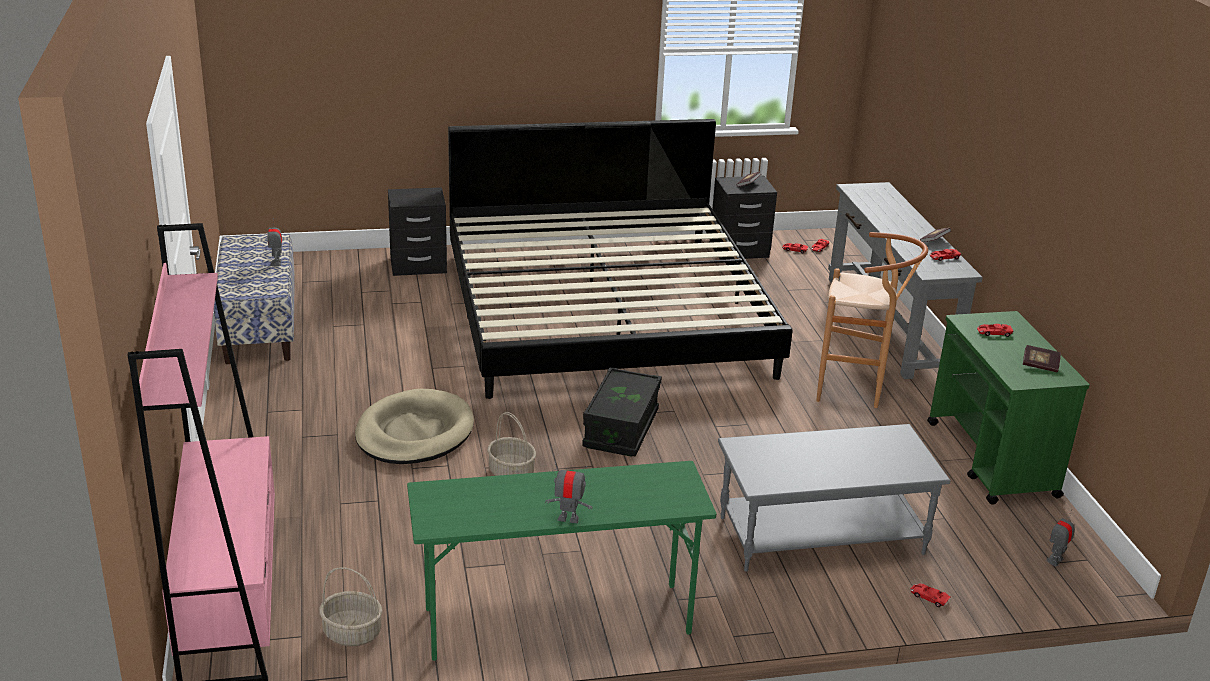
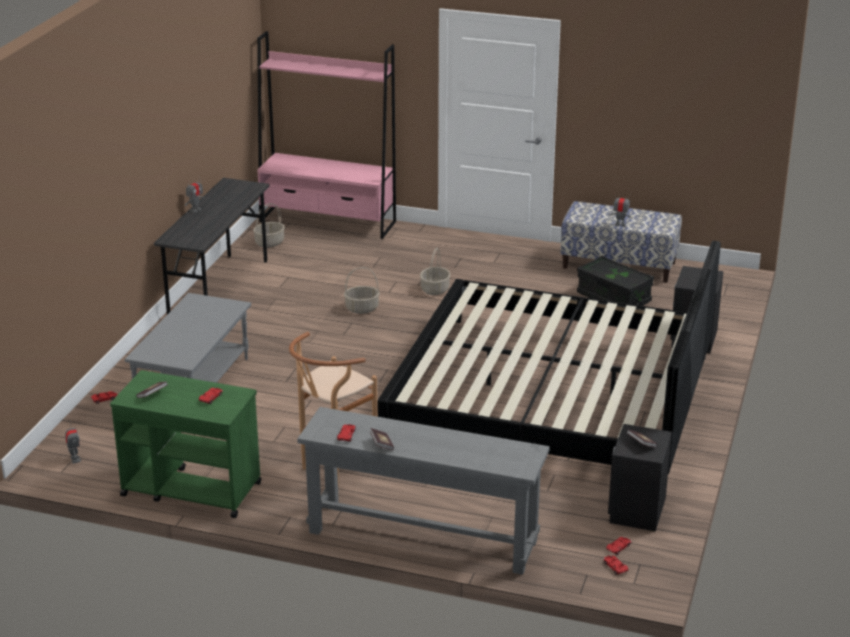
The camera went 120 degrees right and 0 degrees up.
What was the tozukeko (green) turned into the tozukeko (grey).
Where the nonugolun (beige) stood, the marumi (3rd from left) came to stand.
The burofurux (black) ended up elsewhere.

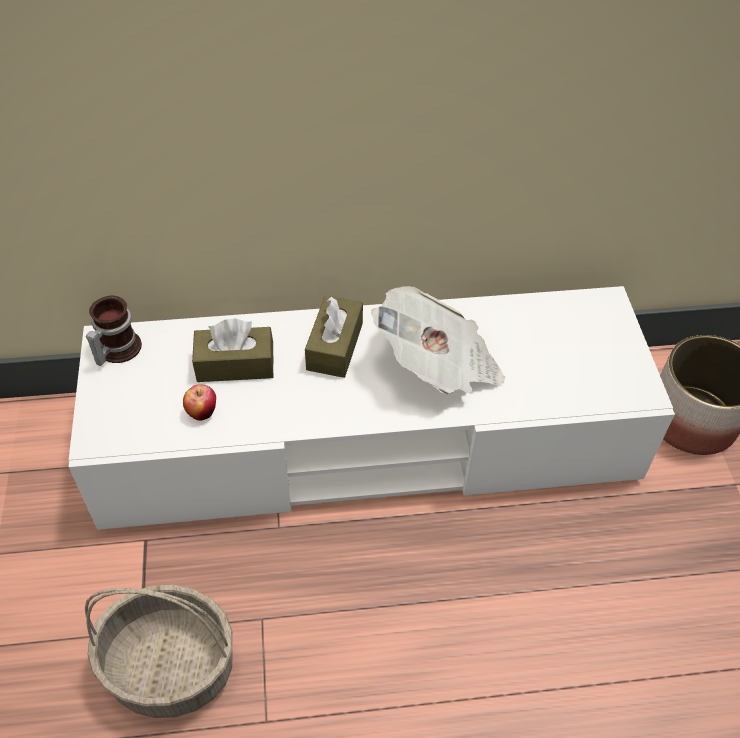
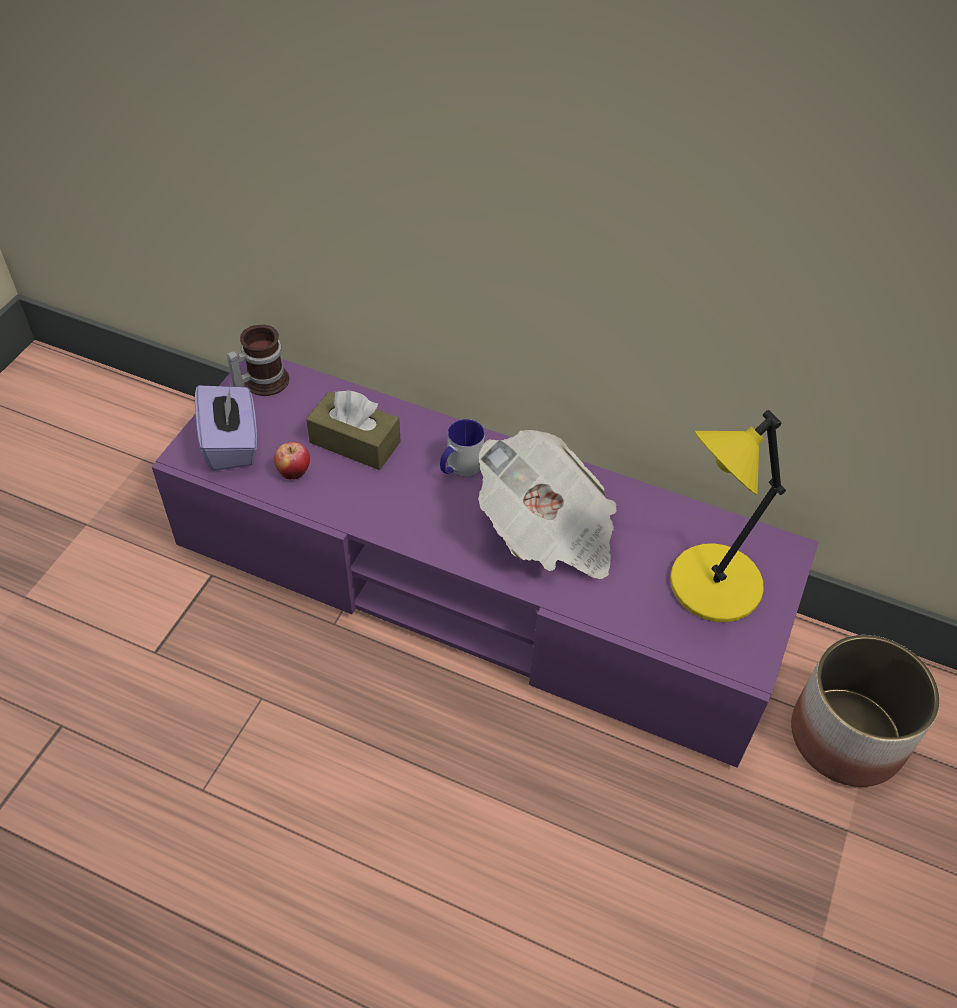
The camera went 30 degrees right and 0 degrees up.
What was the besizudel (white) turned into the besizudel (purple).
The second view gained the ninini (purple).
Where the ninini (brown) (2nd from left) stood, the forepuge (2nd from left) came to stand.
The second view gained the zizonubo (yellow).
The second view lost the marumi.

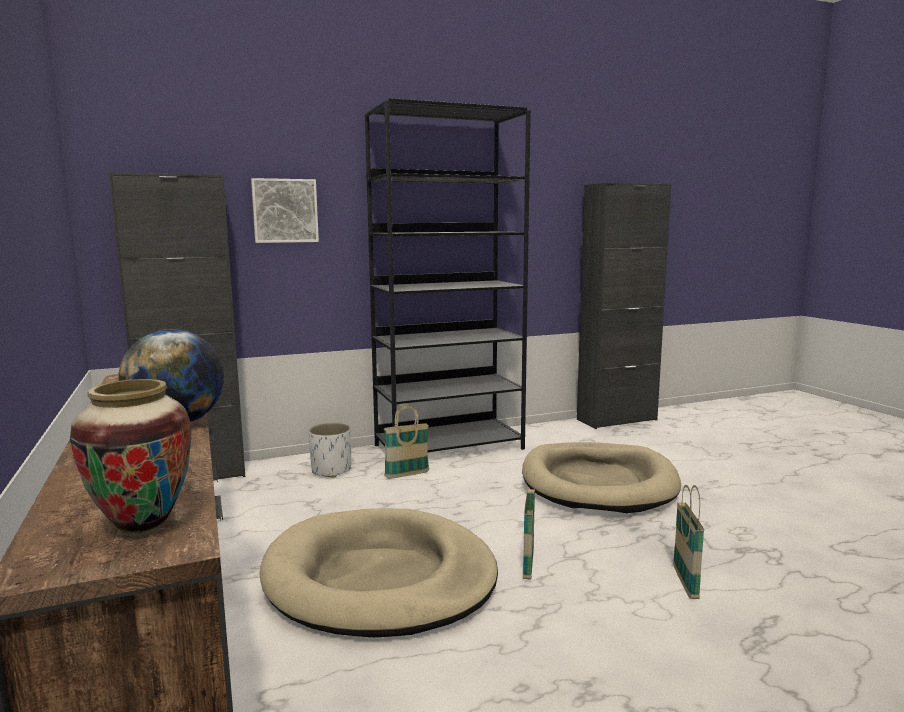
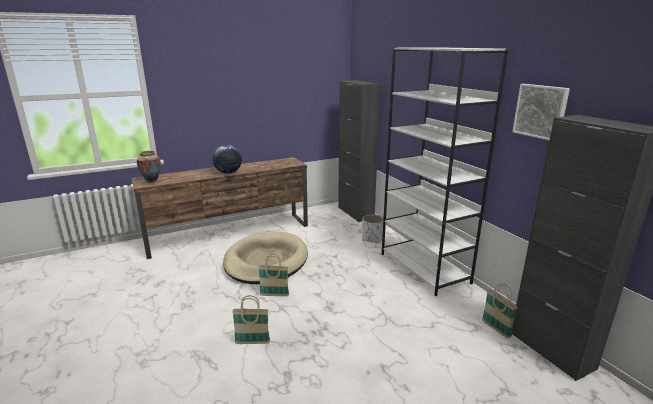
The camera went 85 degrees right and 10 degrees up.
What was the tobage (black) turned into the tobage (white).
The marumi (1st from left in the first image) ended up elsewhere.
The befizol ended up elsewhere.
The second view lost the nonugolun (beige) (2nd from left).

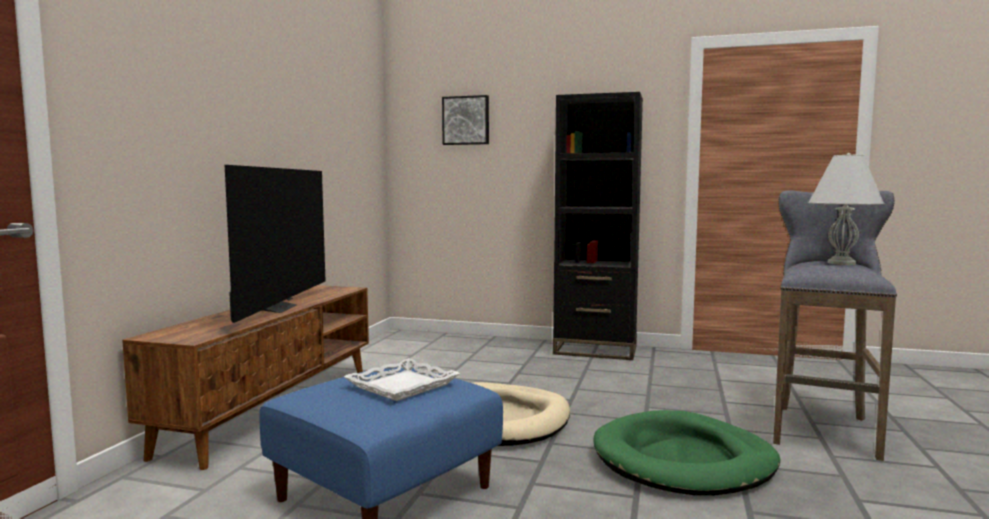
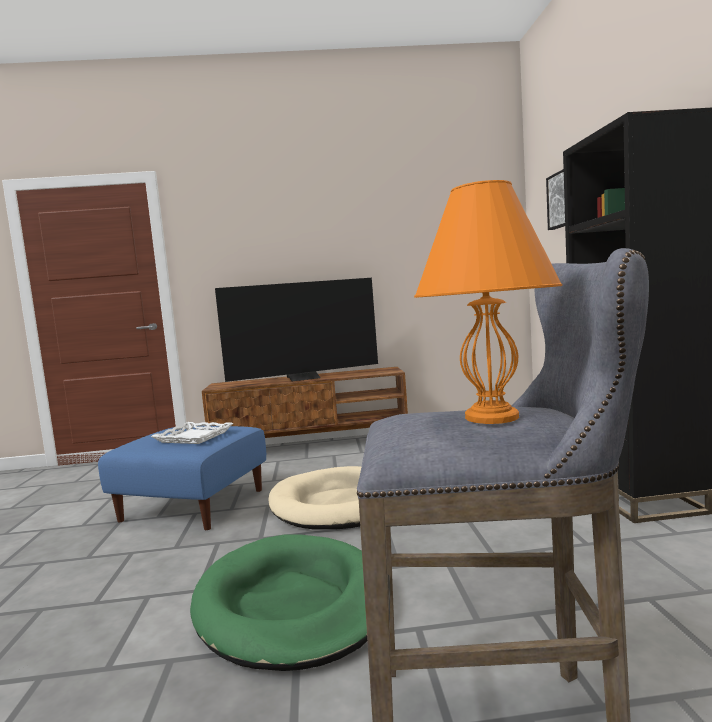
The camera went 70 degrees right and 0 degrees up.
What was the zizonubo (white) turned into the zizonubo (orange).

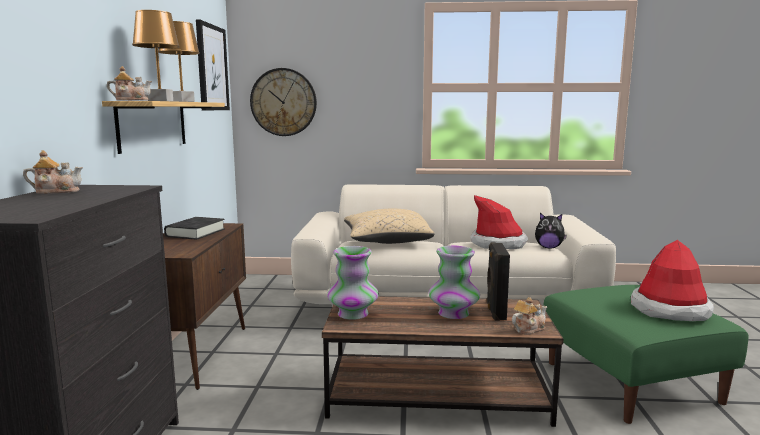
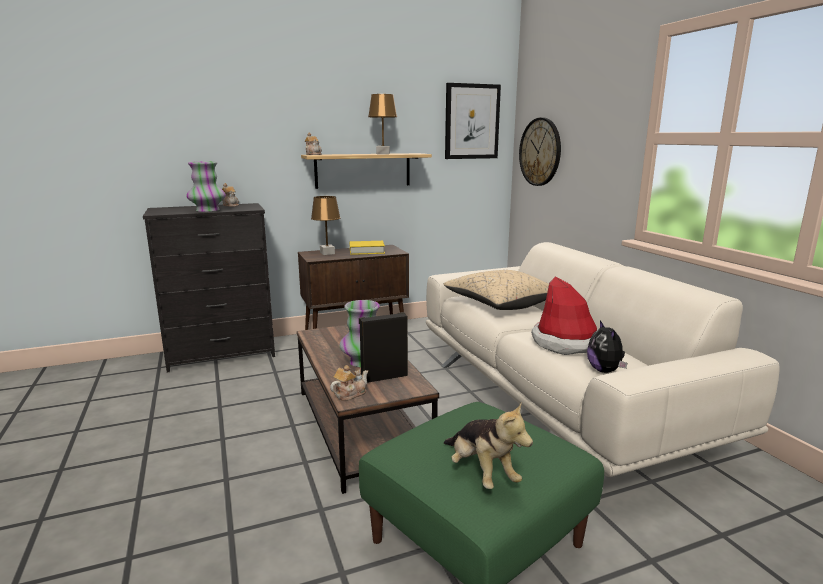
The camera went 65 degrees right and 5 degrees up.
The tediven (1st from left) ended up elsewhere.
The zizonubo (brown) (1st from left) ended up elsewhere.
The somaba (3rd from left) ended up facing another way, 75 degrees counterclockwise from before.
What was the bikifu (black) turned into the bikifu (yellow).
Where the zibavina (2nd from left) stood, the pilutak (1st from left) came to stand.

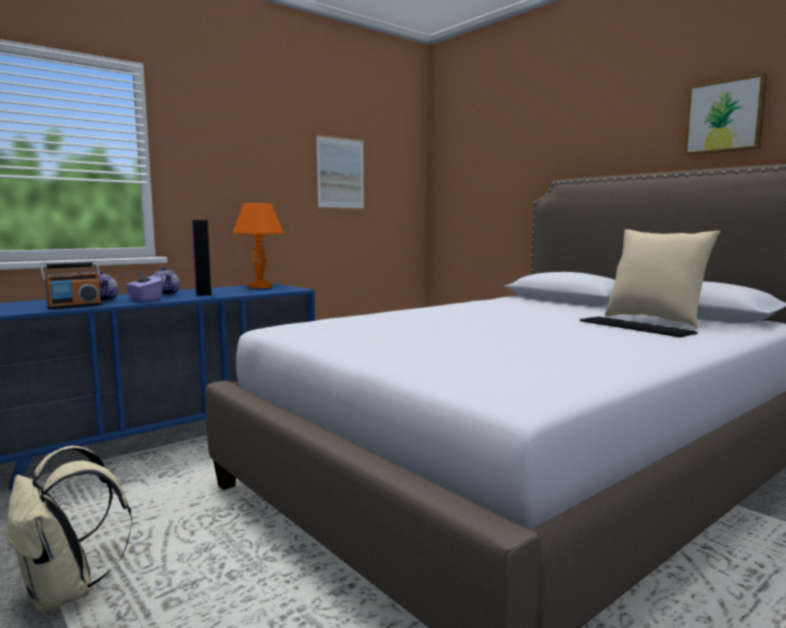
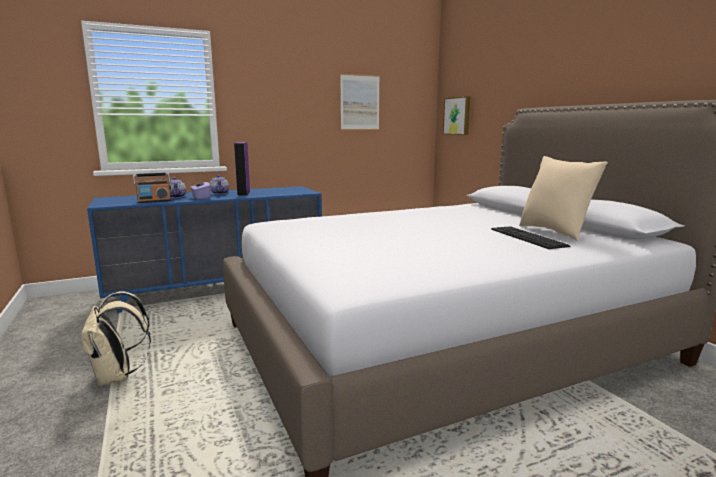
The camera went 15 degrees right and 5 degrees up.
The befizol (2nd from left) ended up elsewhere.
The second view lost the zizonubo (orange).

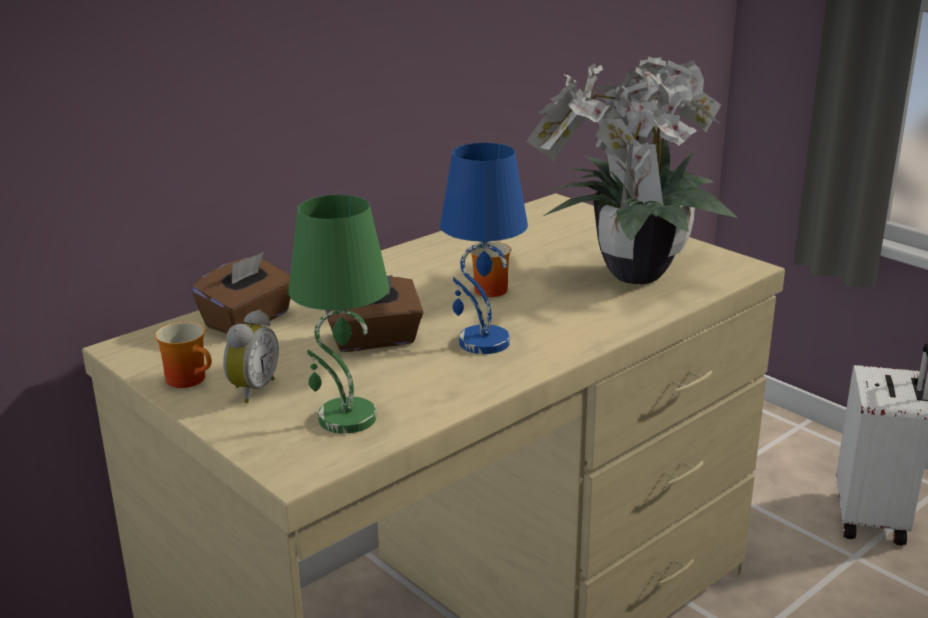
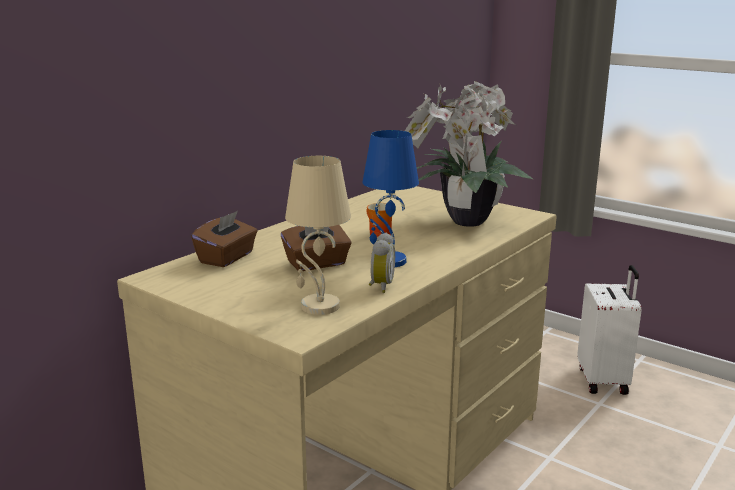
The camera went 10 degrees left and 5 degrees down.
What was the zizonubo (green) turned into the zizonubo (beige).
The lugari ended up elsewhere.
The second view lost the forepuge (1st from left).

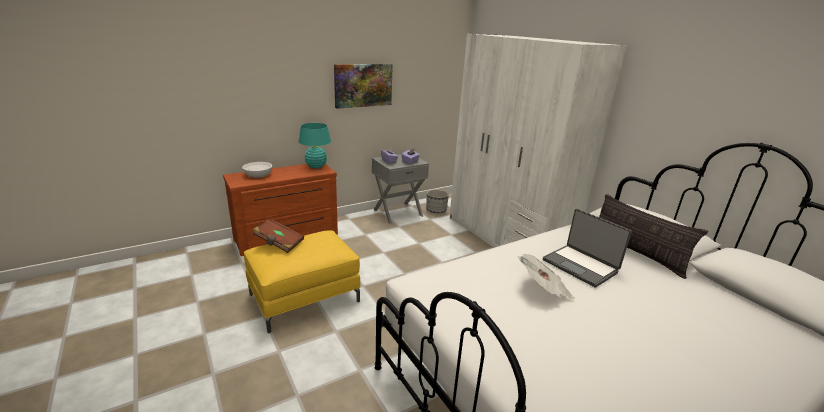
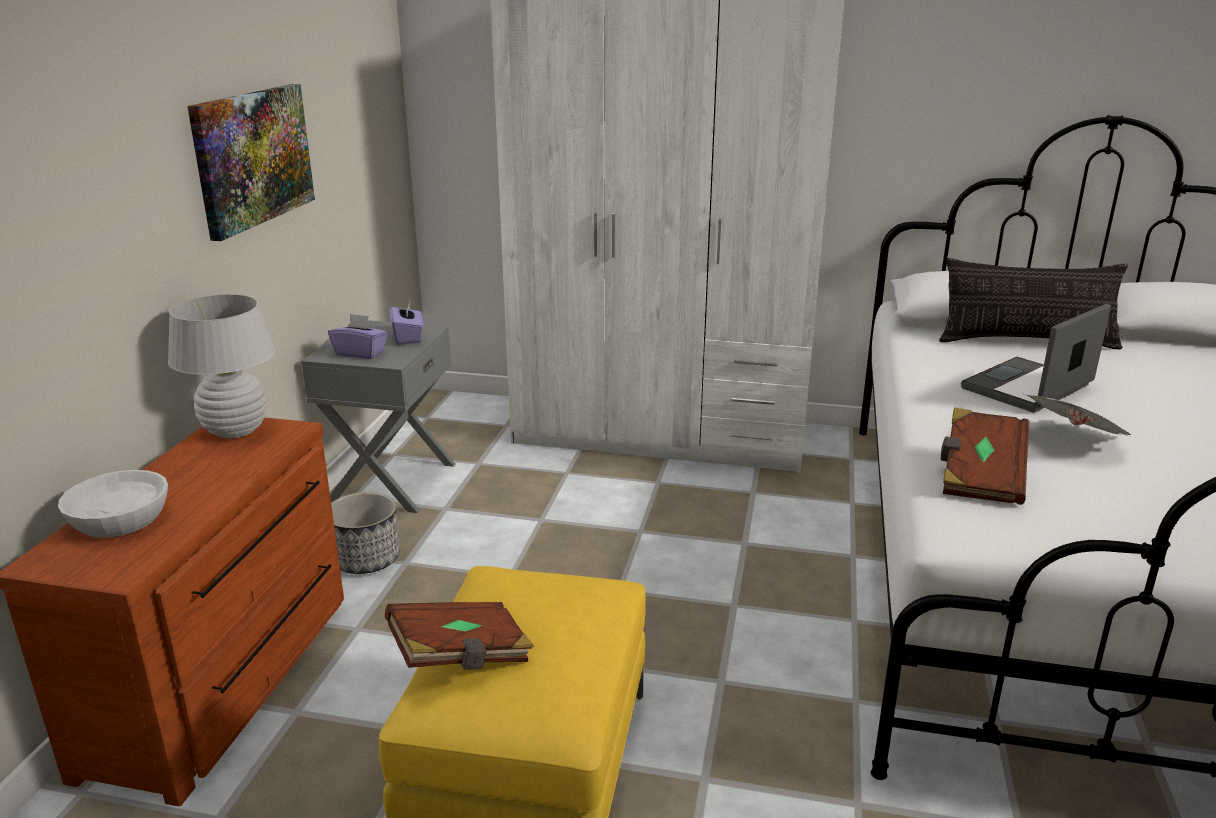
The camera went 45 degrees left and 0 degrees up.
What was the zizonubo (turquoise) turned into the zizonubo (white).
The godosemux ended up elsewhere.
The second view gained the bikifu (brown) (2nd from left).
The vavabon ended up facing another way, 135 degrees clockwise from before.

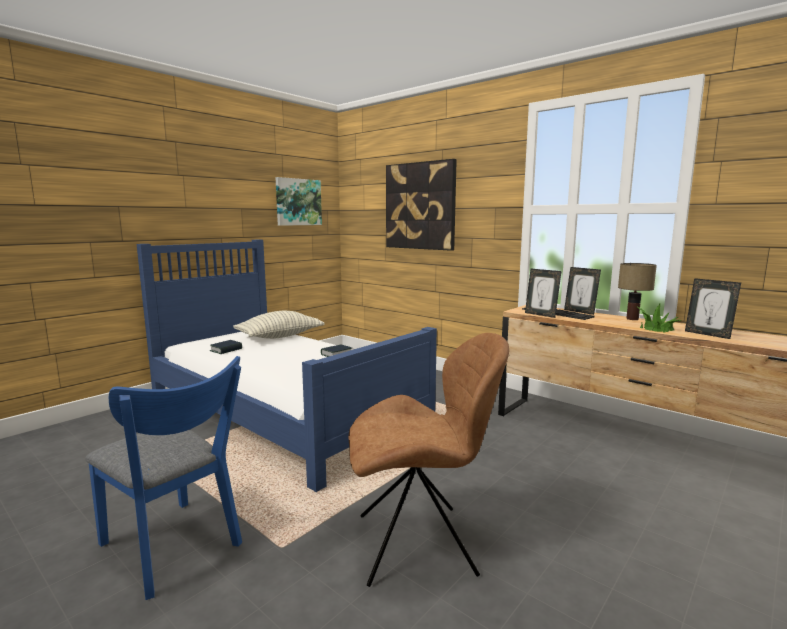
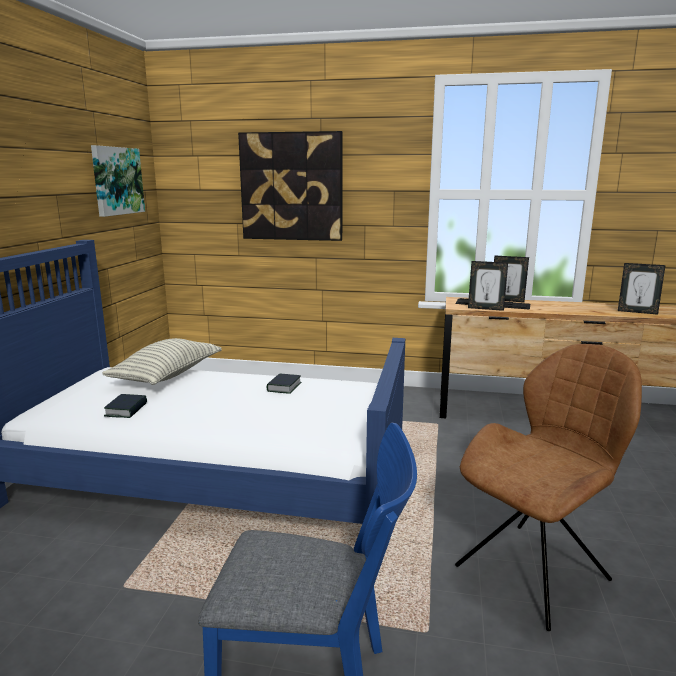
The camera went 30 degrees left and 5 degrees up.
The second view lost the zizonubo.
The second view lost the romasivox.

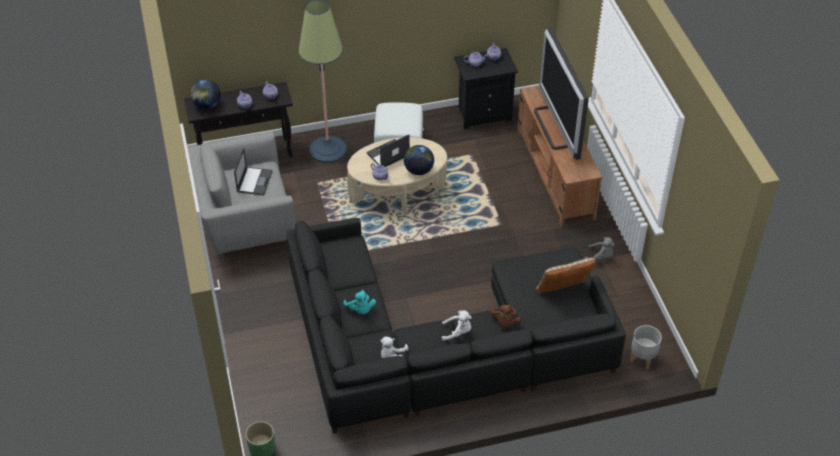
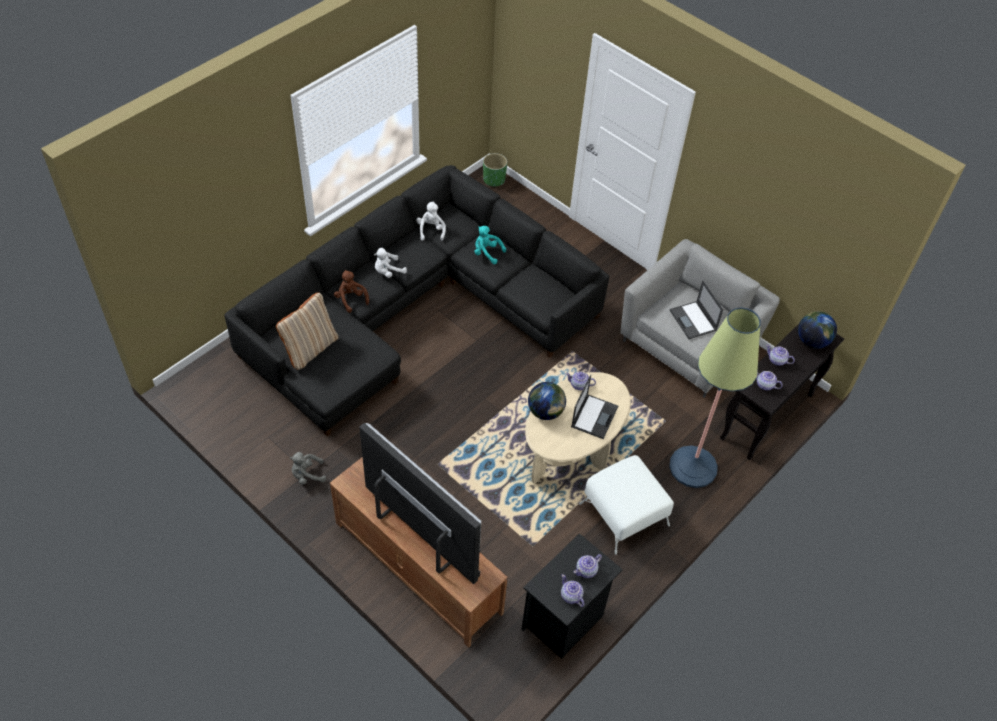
The camera went 145 degrees right and 5 degrees up.
The second view lost the godosemux (grey).

